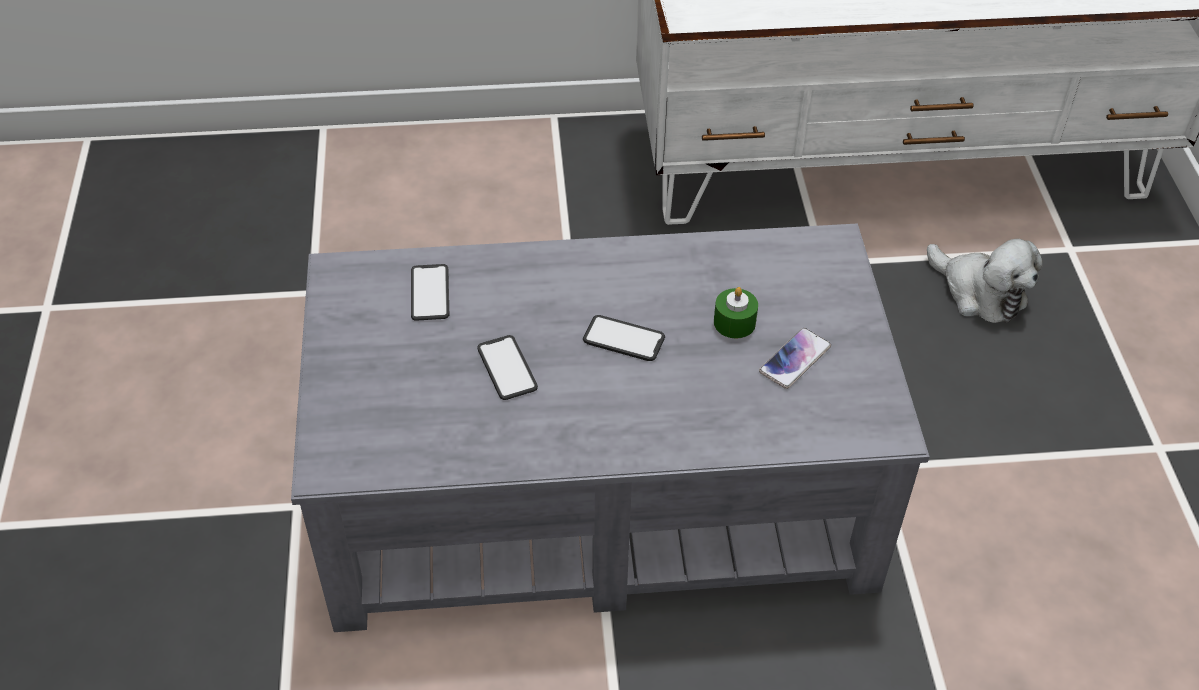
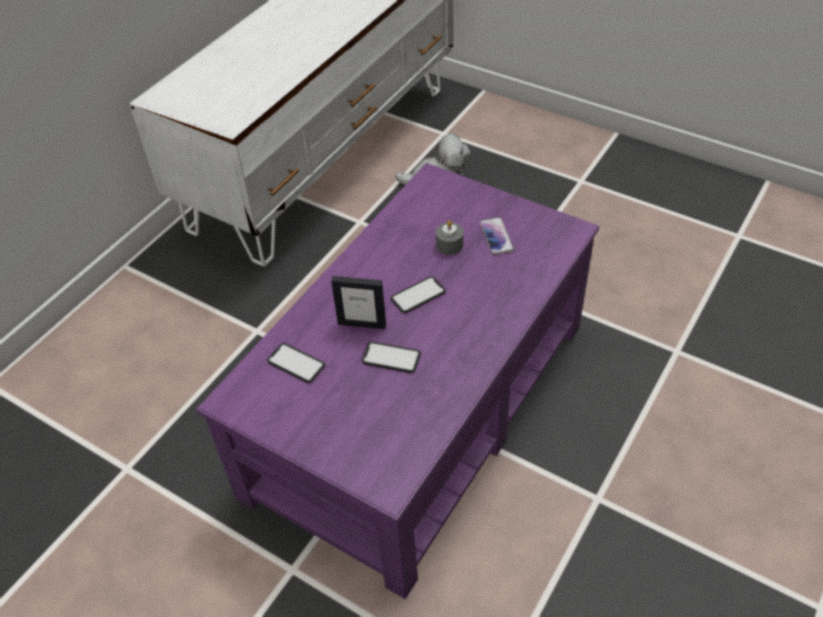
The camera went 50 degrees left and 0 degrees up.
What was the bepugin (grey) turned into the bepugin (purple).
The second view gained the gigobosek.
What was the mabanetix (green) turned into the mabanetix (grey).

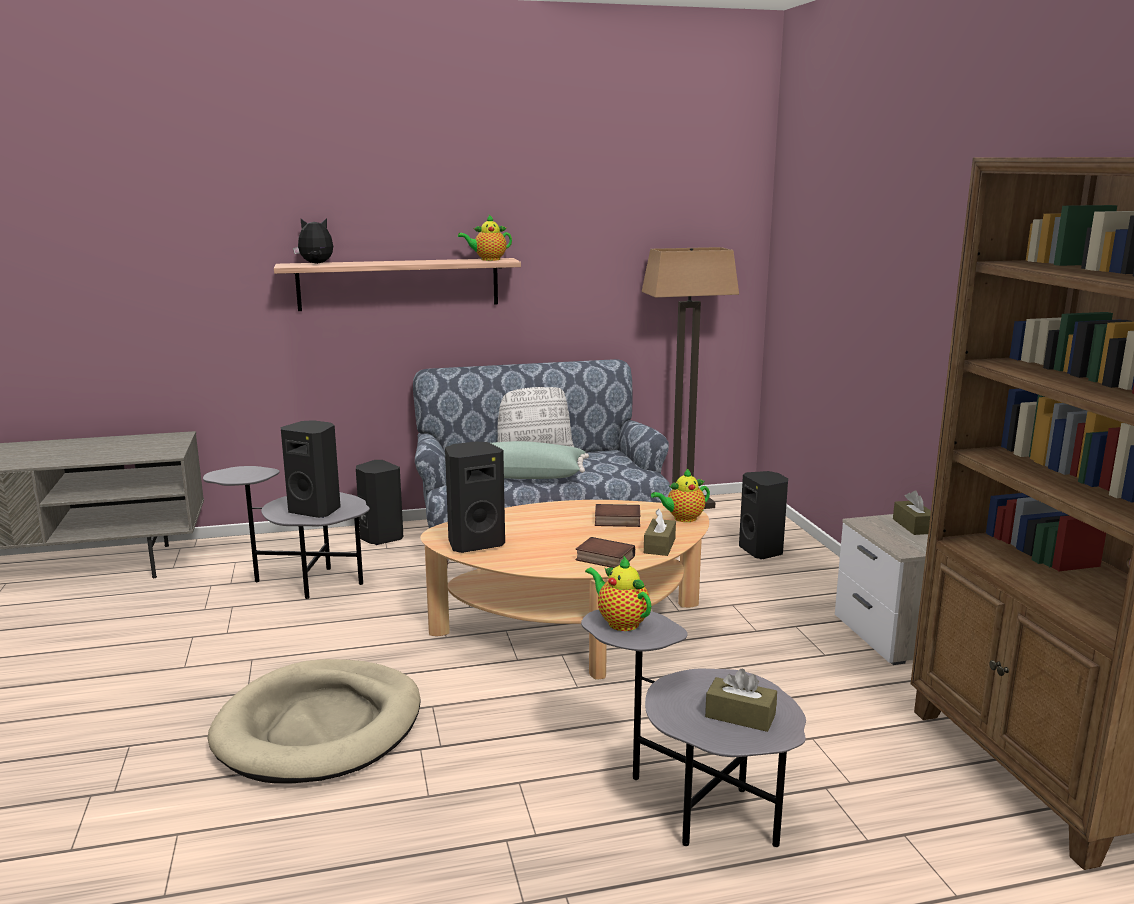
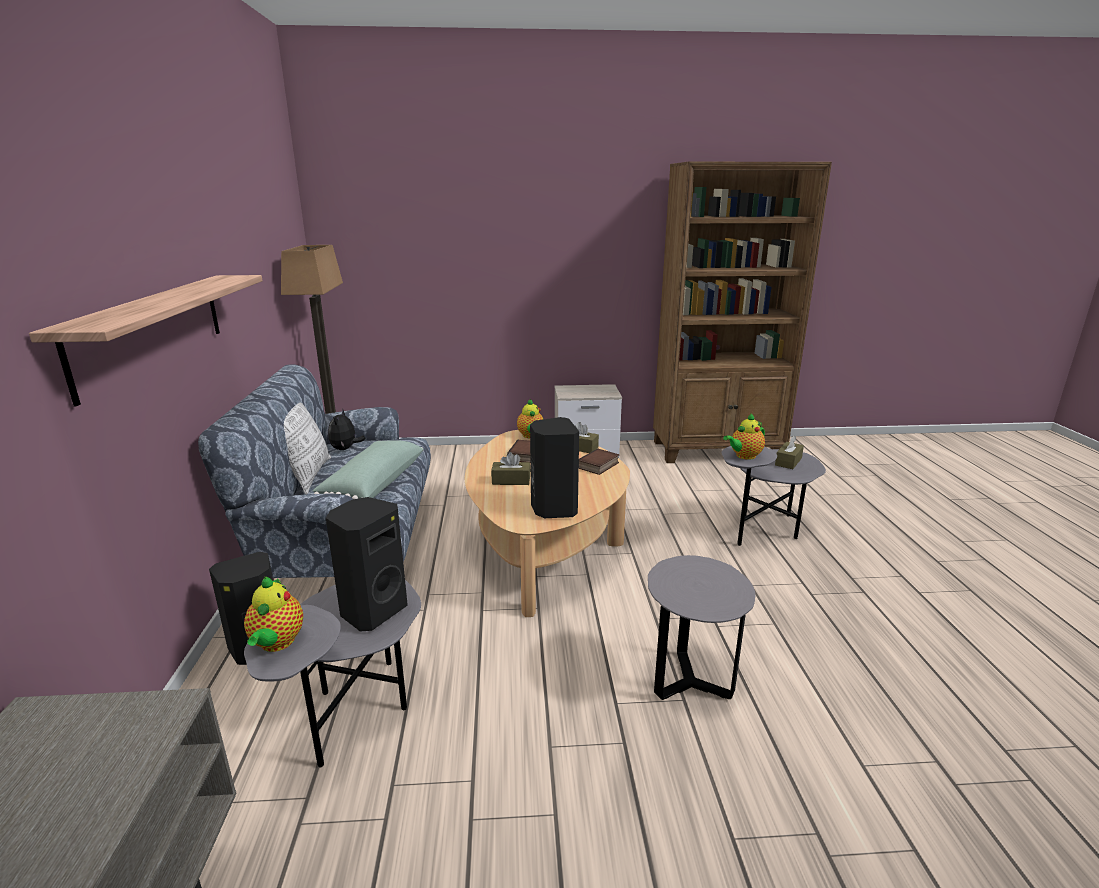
The camera went 80 degrees left and 5 degrees up.
The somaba (1st from left) ended up elsewhere.
The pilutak ended up elsewhere.
The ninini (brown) (3rd from left in the first image) ended up elsewhere.
Where the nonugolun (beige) stood, the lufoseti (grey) (2nd from left) came to stand.
The second view lost the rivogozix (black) (4th from left).

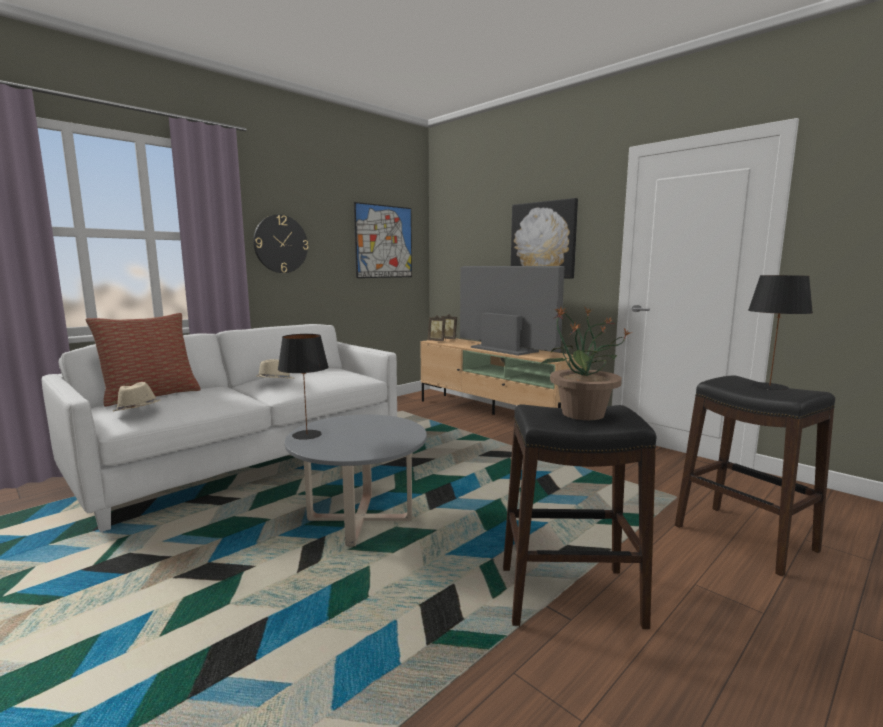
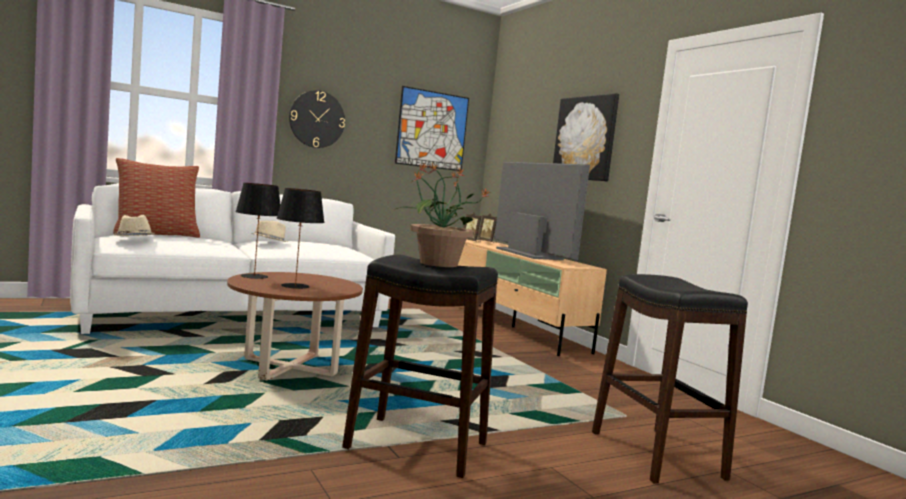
The camera went 15 degrees right and 5 degrees down.
What was the bepugin (grey) turned into the bepugin (brown).
The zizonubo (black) (2nd from left) ended up elsewhere.

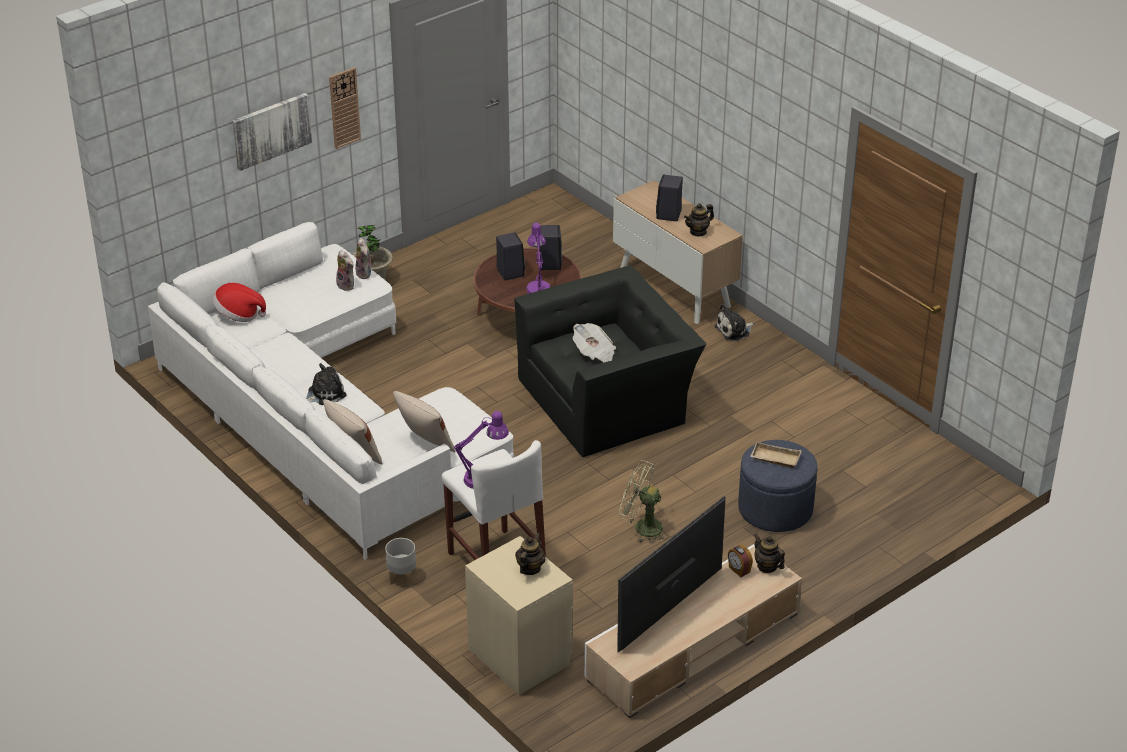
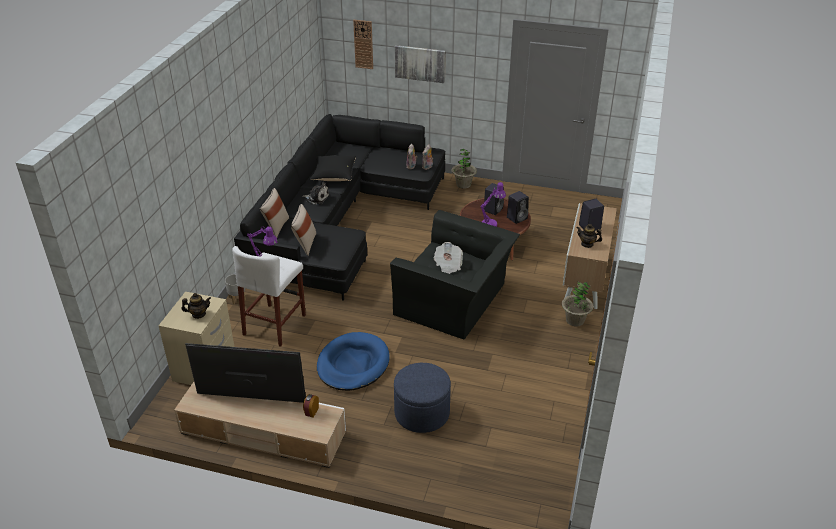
The camera went 55 degrees right and 0 degrees up.
What was the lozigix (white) turned into the lozigix (black).
The second view gained the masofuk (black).
Where the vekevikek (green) stood, the nonugolun (blue) came to stand.
The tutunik ended up elsewhere.
Where the pilutak (4th from left) stood, the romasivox (2nd from left) came to stand.
The second view lost the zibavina.
The second view lost the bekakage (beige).
The second view lost the somaba (3rd from left).

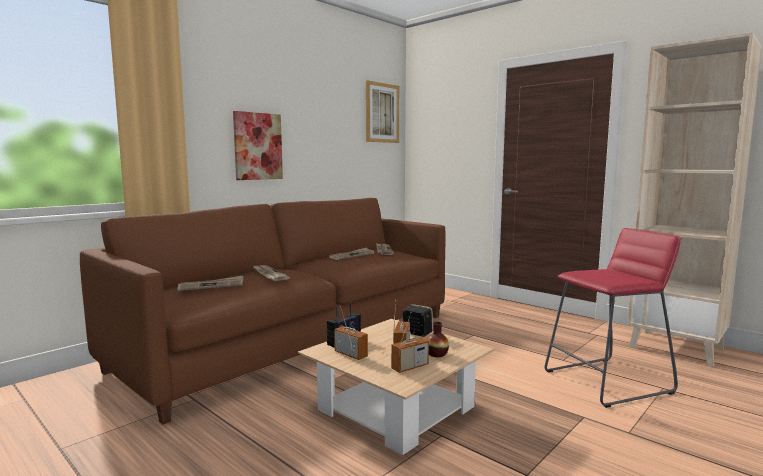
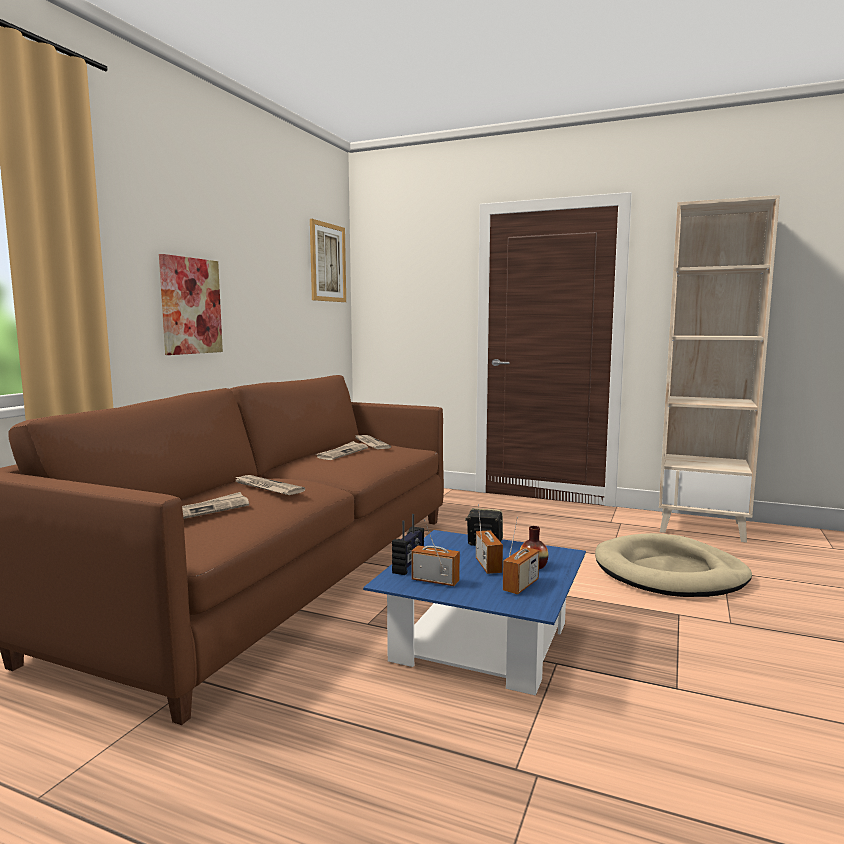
The camera went 20 degrees left and 0 degrees up.
What was the bepugin (beige) turned into the bepugin (blue).
Where the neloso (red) stood, the nonugolun (beige) came to stand.

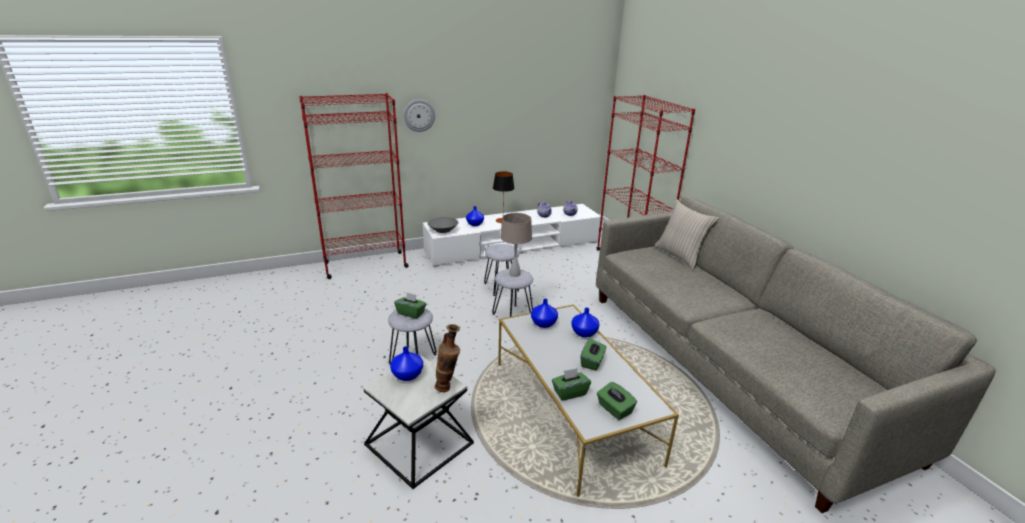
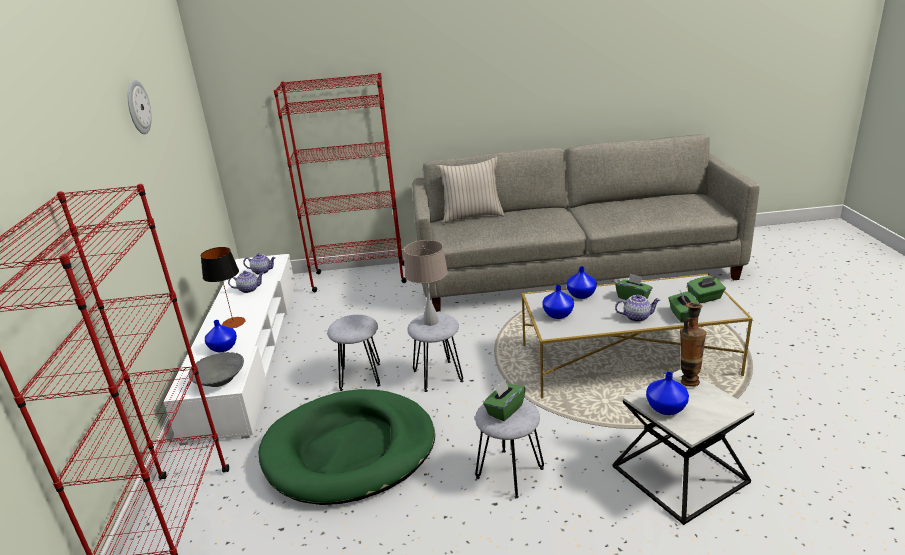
The camera went 70 degrees left and 0 degrees up.
The tutunik ended up elsewhere.
The second view gained the nonugolun (green).
The second view gained the somaba (3rd from left).

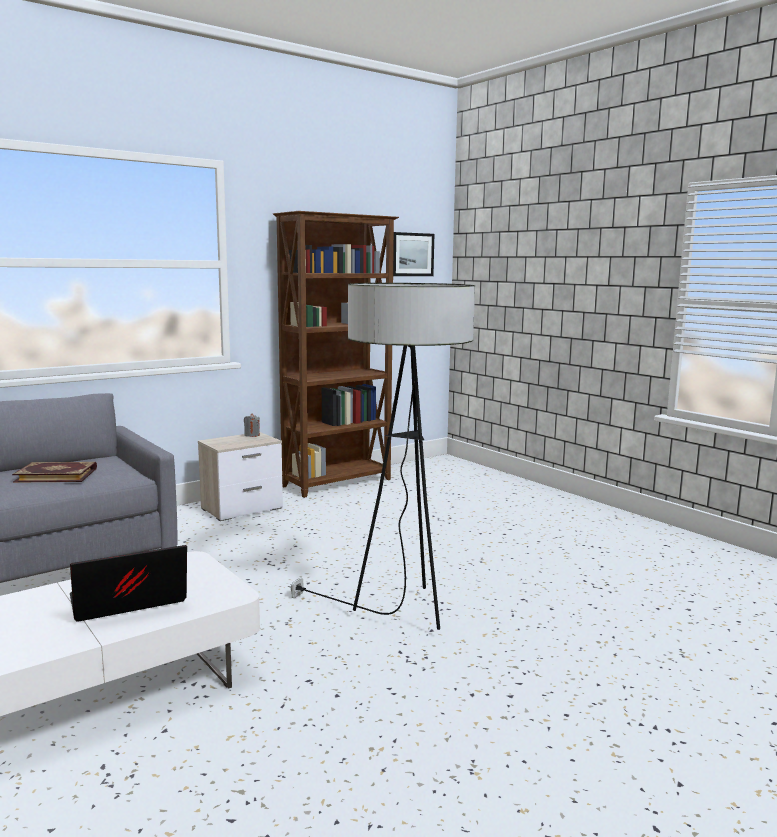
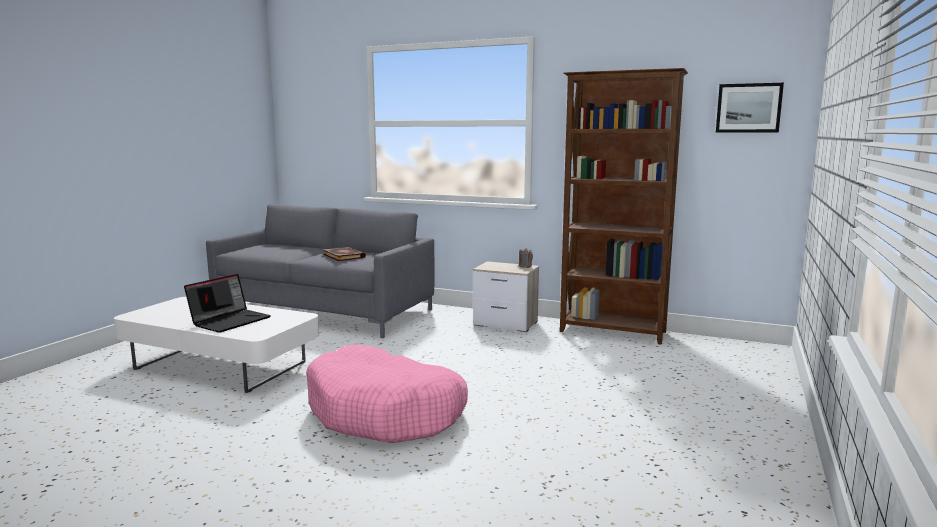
The camera went 60 degrees right and 0 degrees up.
The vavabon ended up facing another way, 90 degrees clockwise from before.
Where the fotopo stood, the nonugolun (pink) came to stand.

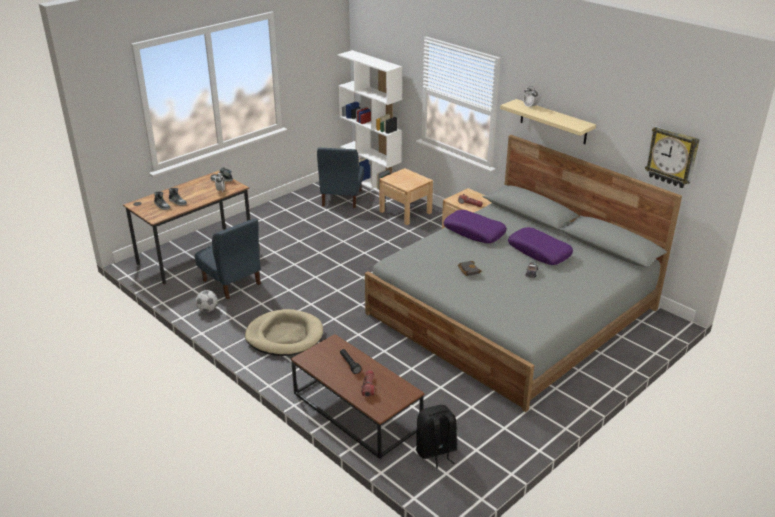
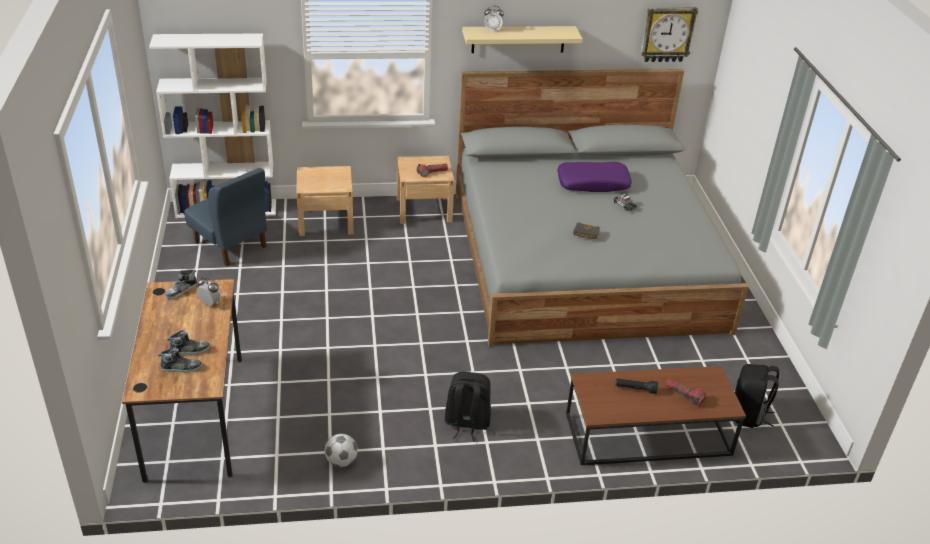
The camera went 55 degrees left and 5 degrees up.
Where the nonugolun (beige) stood, the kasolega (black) (1st from left) came to stand.
The second view lost the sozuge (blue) (1st from left).
The second view lost the masofuk (purple) (1st from left).

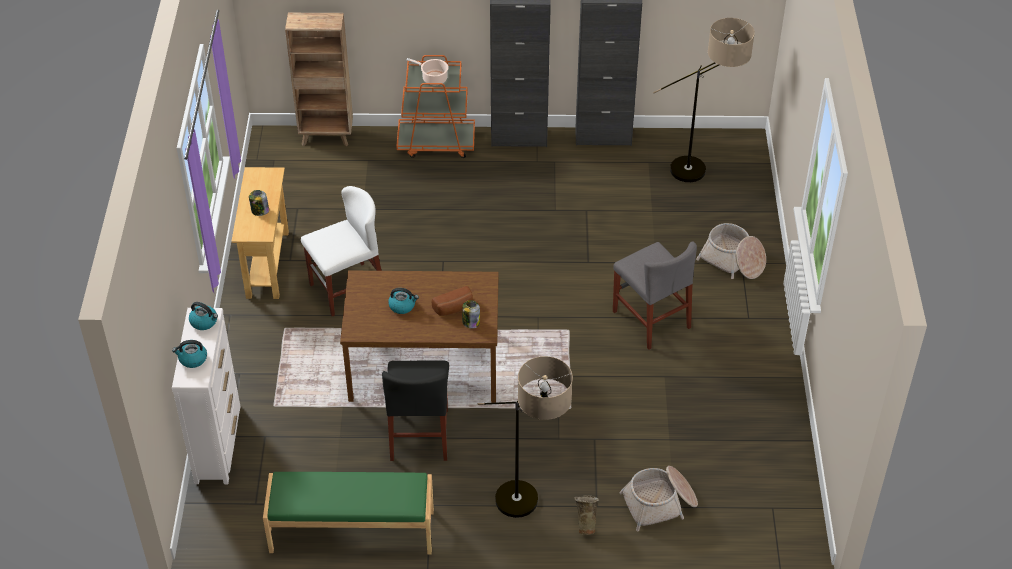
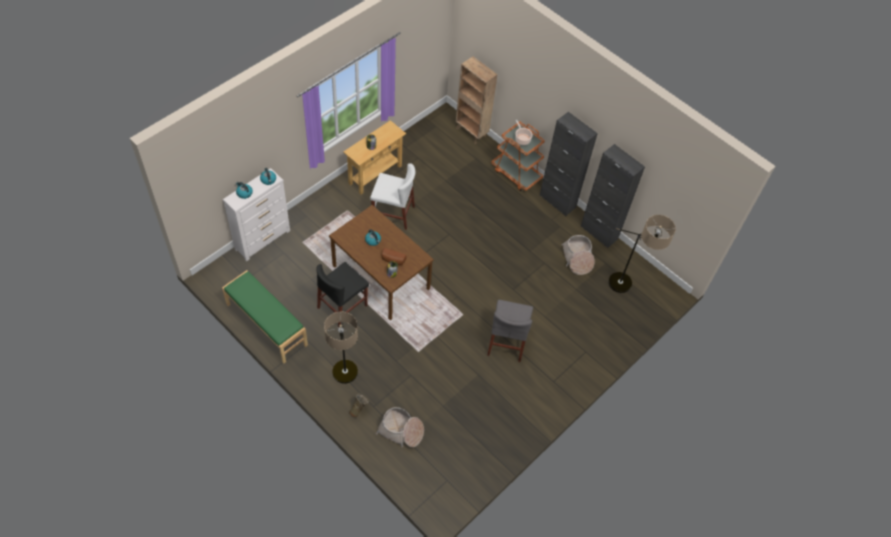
The camera went 40 degrees right and 10 degrees up.
The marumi (2nd from left) ended up elsewhere.

